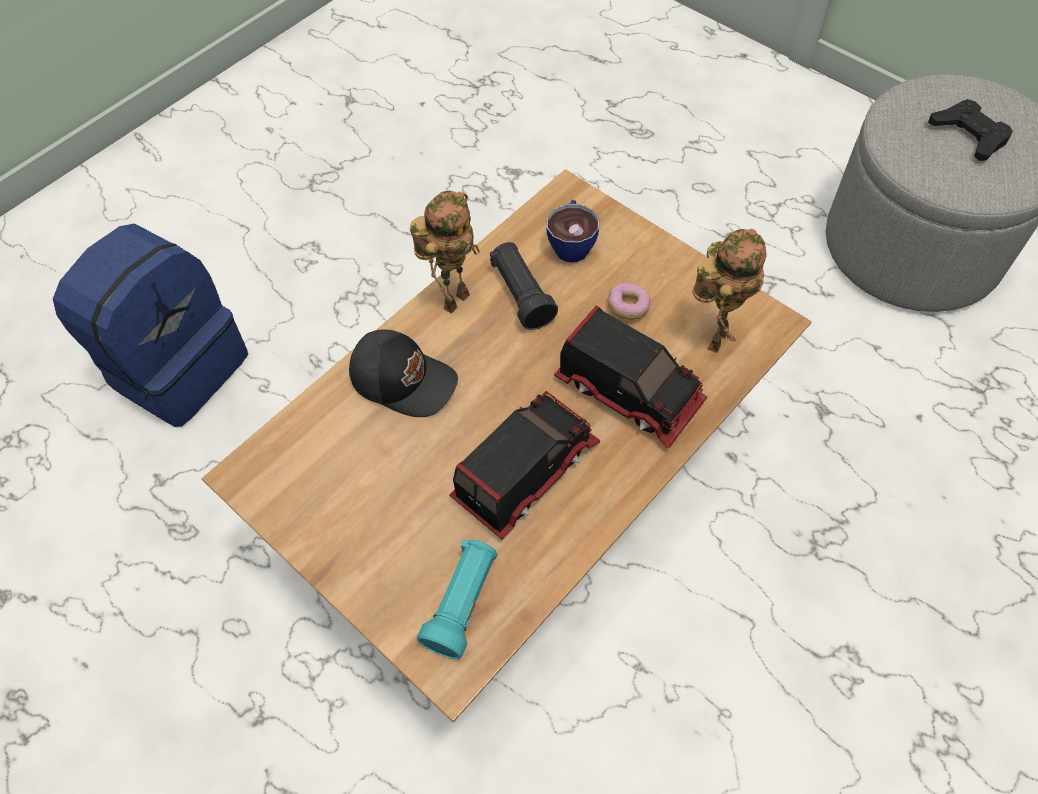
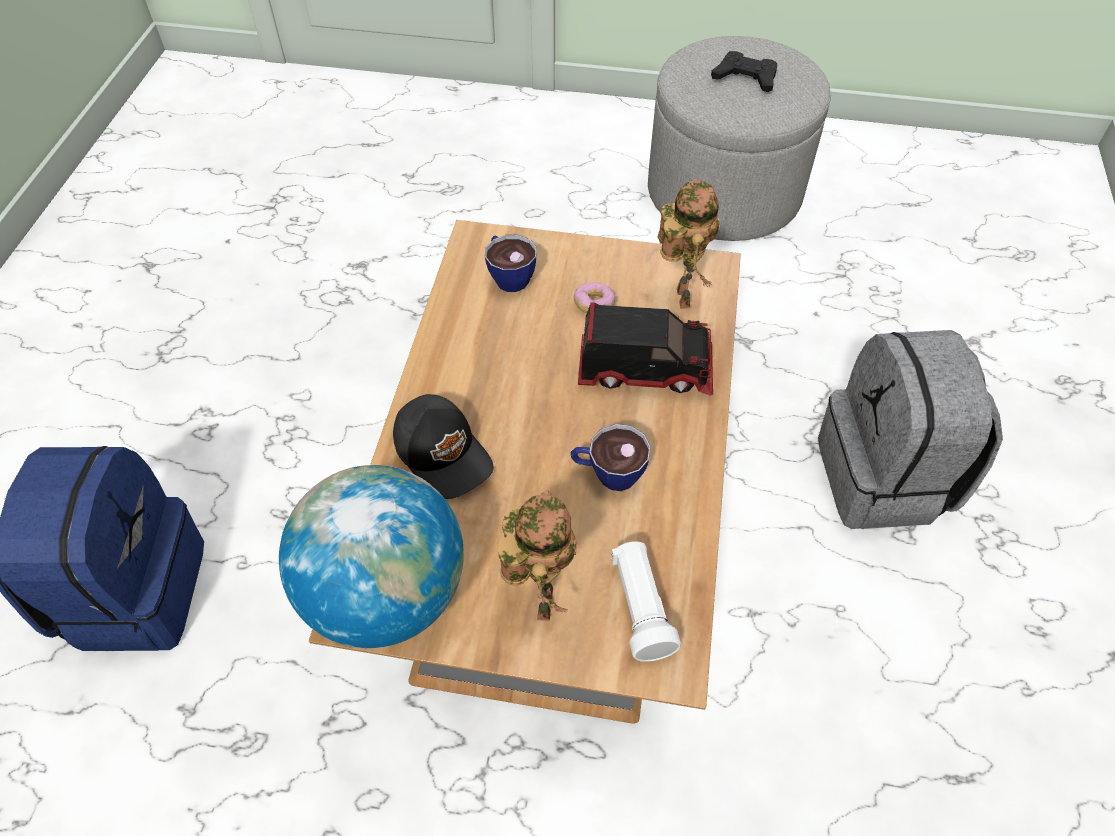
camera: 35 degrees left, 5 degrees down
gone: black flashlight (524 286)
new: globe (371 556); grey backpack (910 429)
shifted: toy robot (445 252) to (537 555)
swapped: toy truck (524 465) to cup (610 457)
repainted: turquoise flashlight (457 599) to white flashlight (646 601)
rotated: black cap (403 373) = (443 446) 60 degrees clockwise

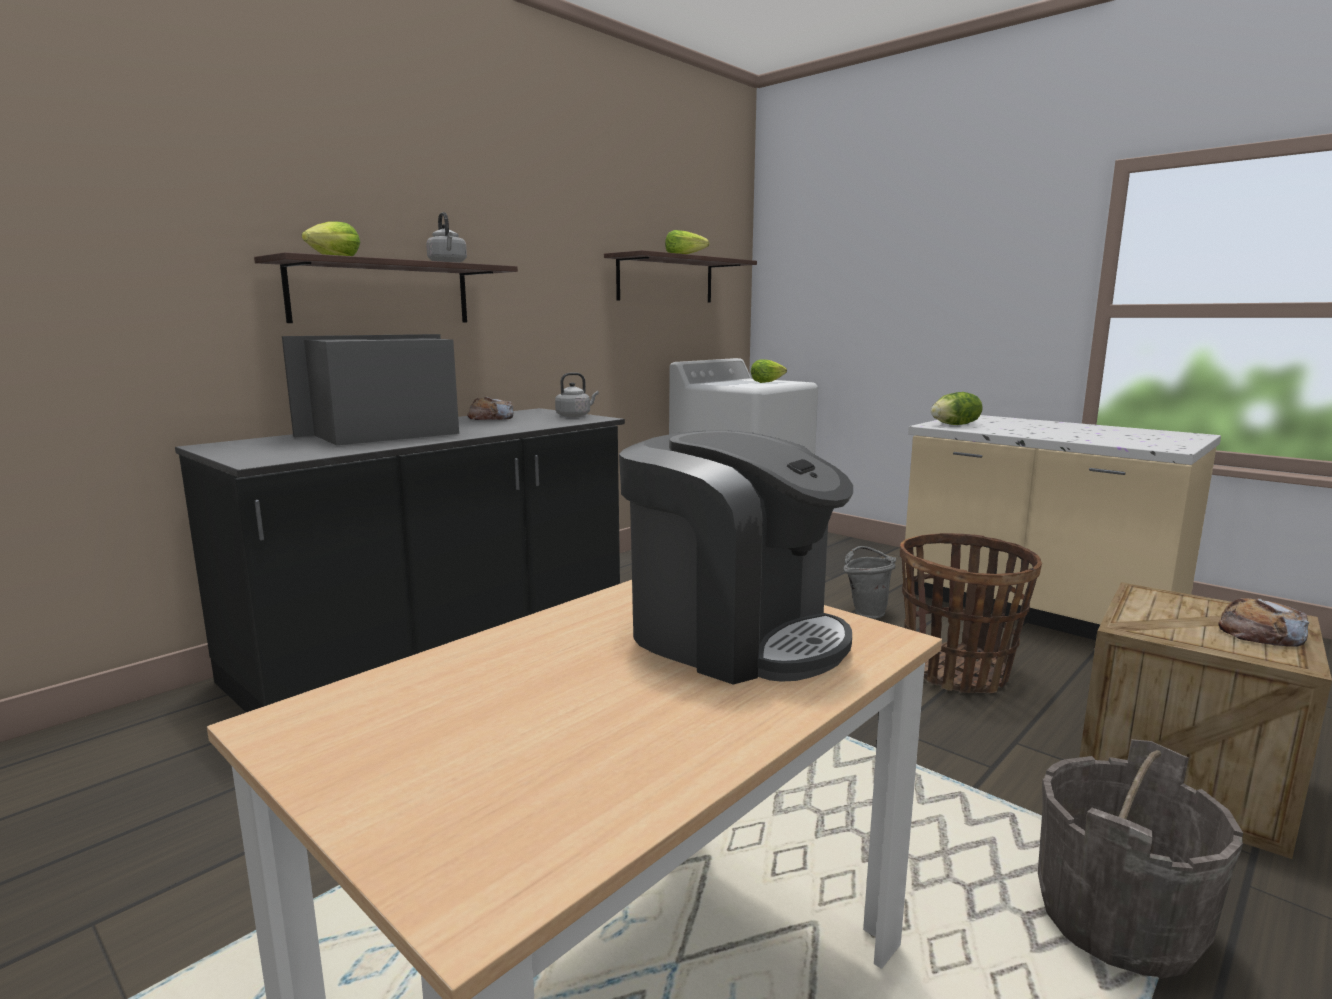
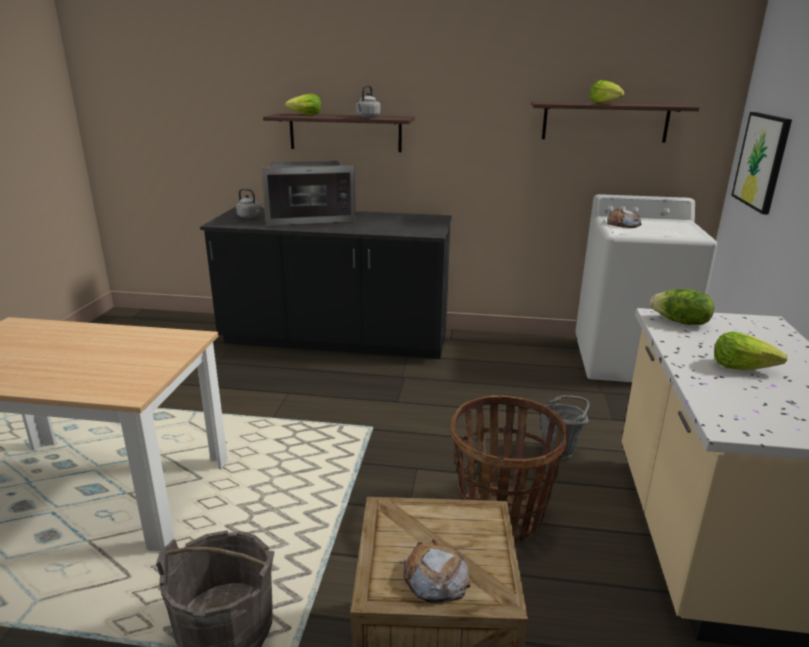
camera: 55 degrees right, 10 degrees up
gone: coffee machine (736 557)
new: picture (761 163)
shifted: grey kettle (577 394) to (249 203); bread (490 408) to (624 218); lettuce (769 371) to (751 351)
rotated: microwave (370 389) = (308 193) 150 degrees clockwise

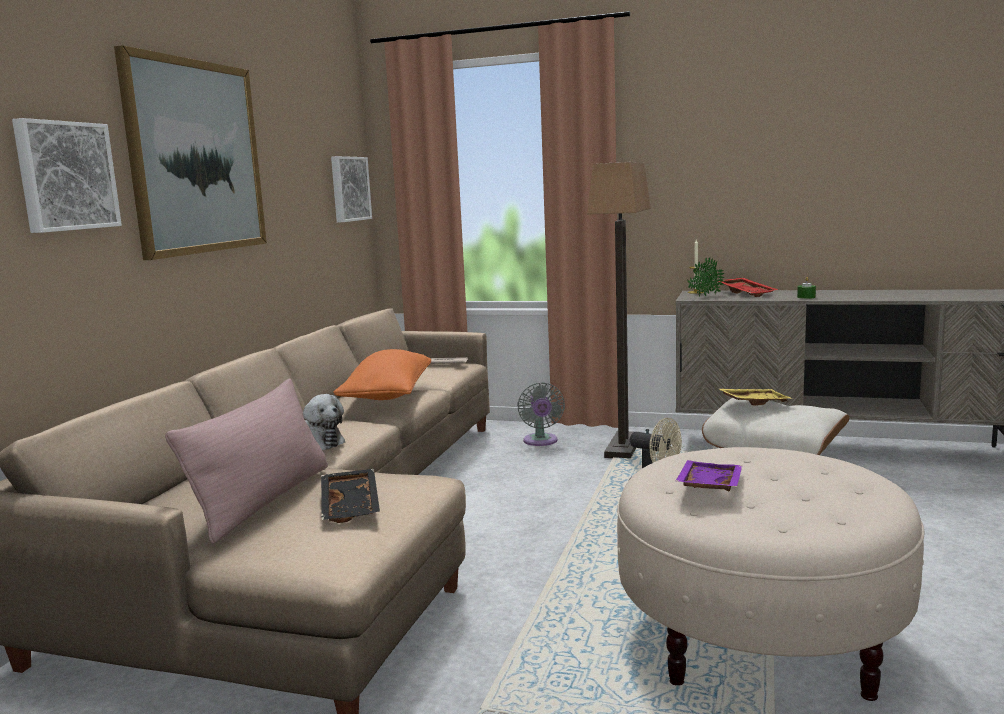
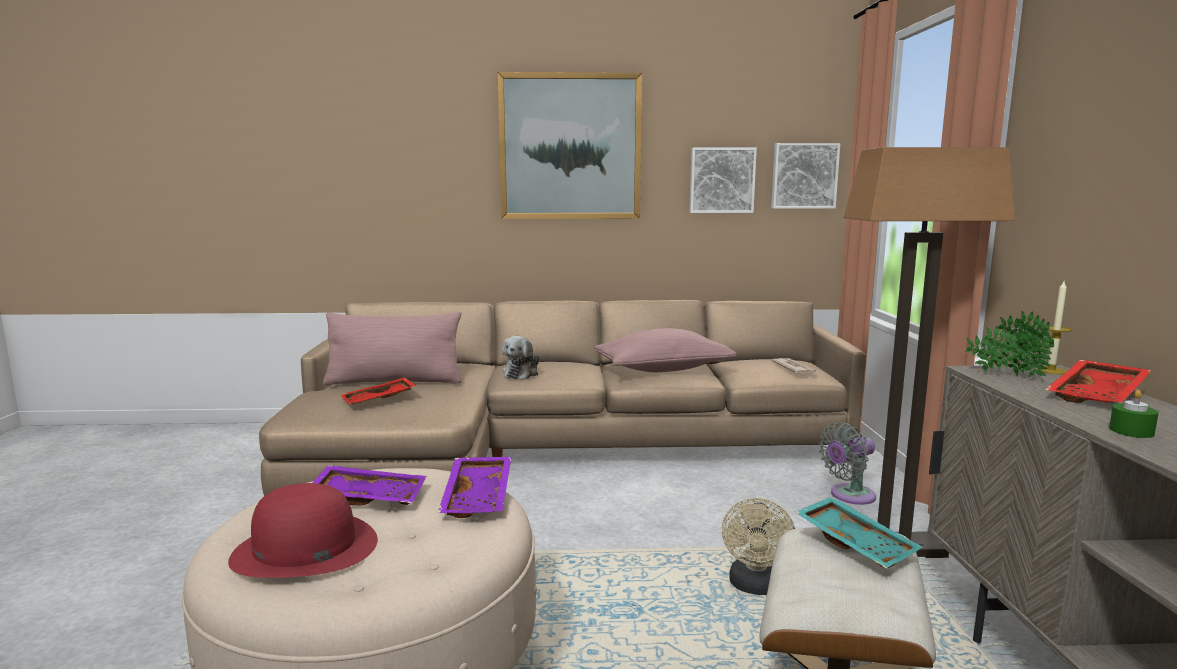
camera: 70 degrees right, 0 degrees up
new: red hat (303 530); purple tray (474 487)
shifted: picture (67 175) to (723 180)
repainted: black tray (350 496) to red tray (378 390); orange pillow (382 374) to pink pillow (665 350); yellow tray (755 397) to turquoise tray (858 532)

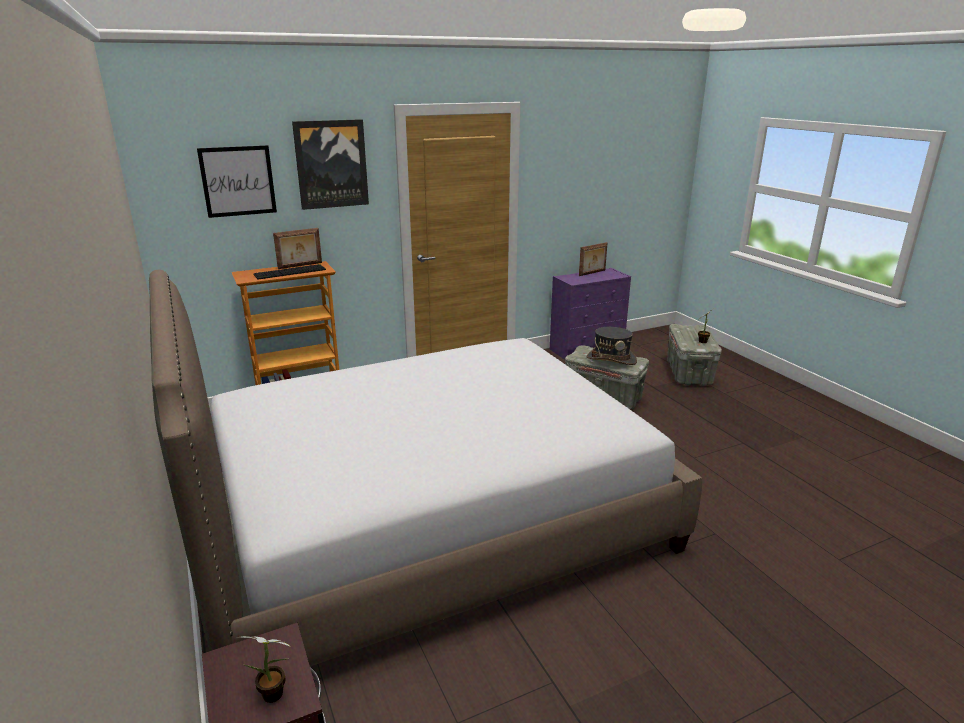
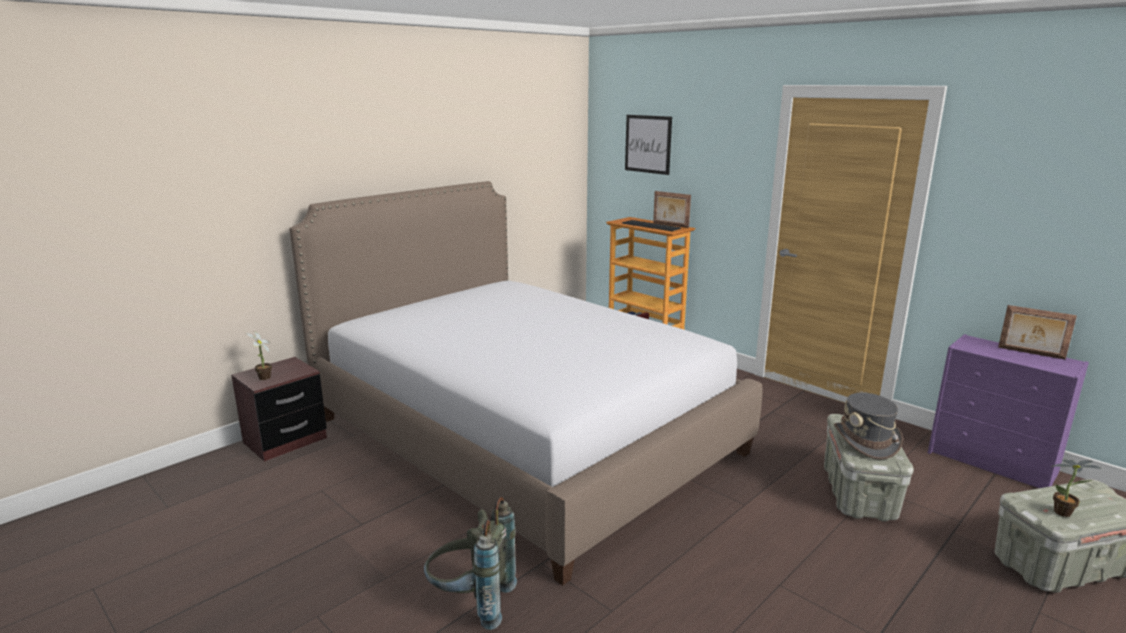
camera: 70 degrees right, 5 degrees down
gone: picture (330 164)
new: grey backpack (470 563)

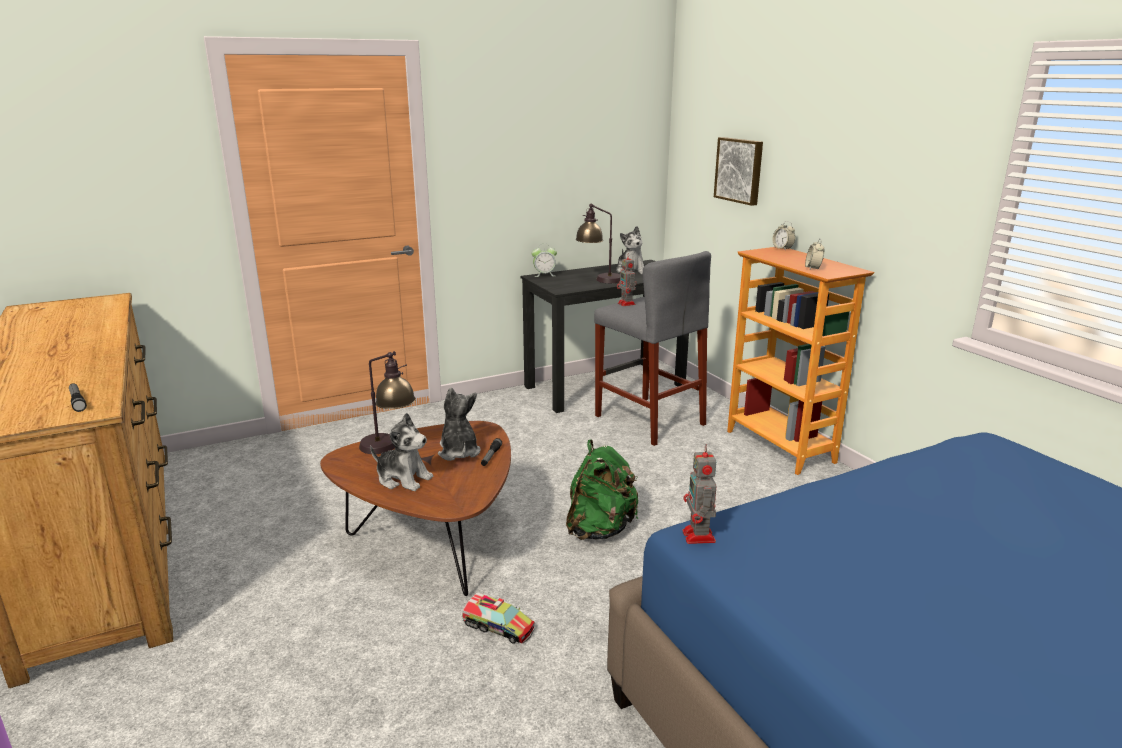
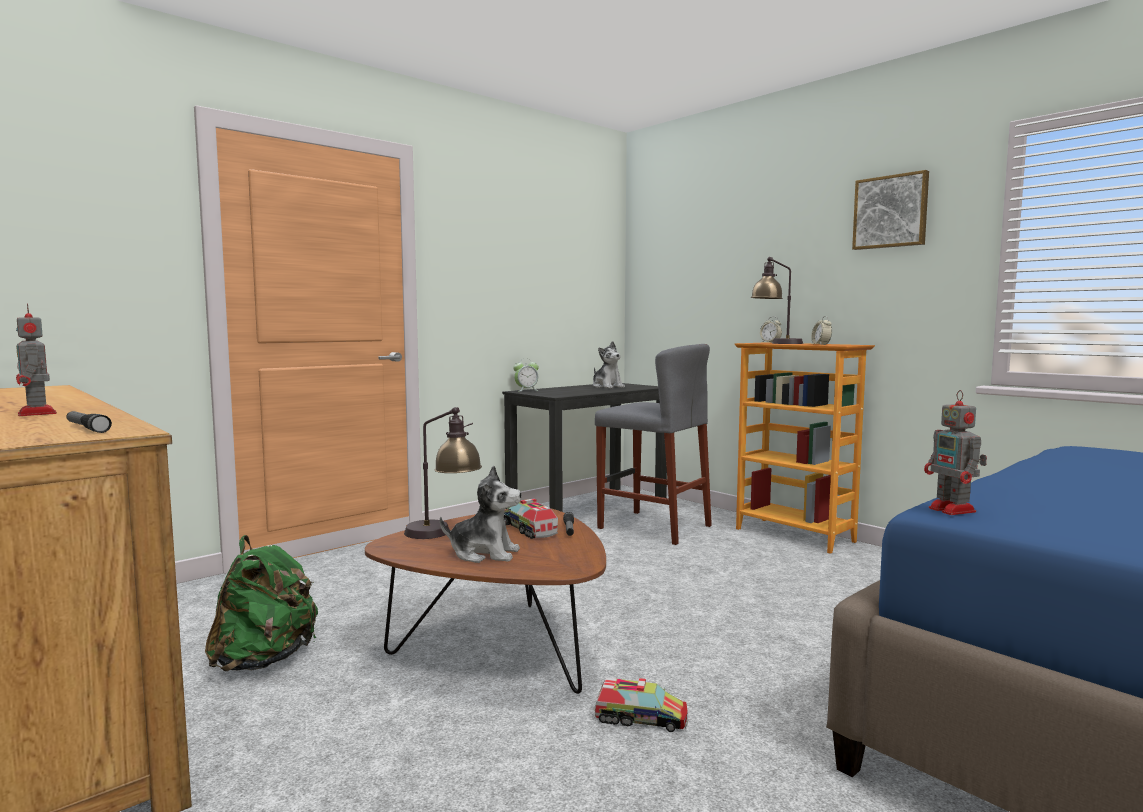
camera: 15 degrees left, 15 degrees down
shifted: toy robot (626 279) to (36 360); green backpack (602 489) to (261 603); table lamp (598 243) to (777 300); picture (738 171) to (890 210)
swapped: plush toy (459 424) to toy truck (531 518)

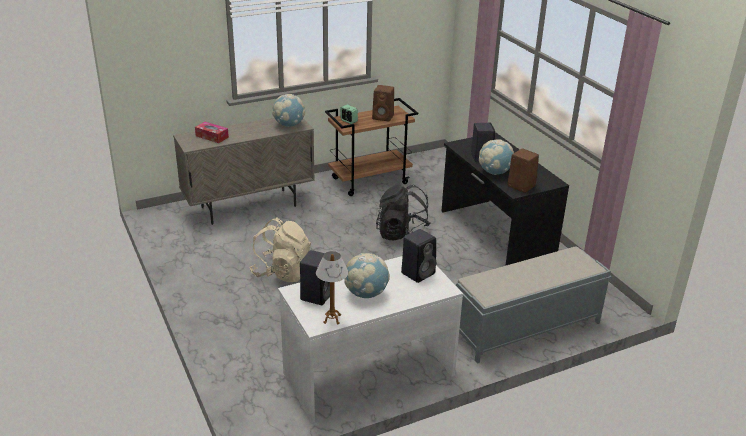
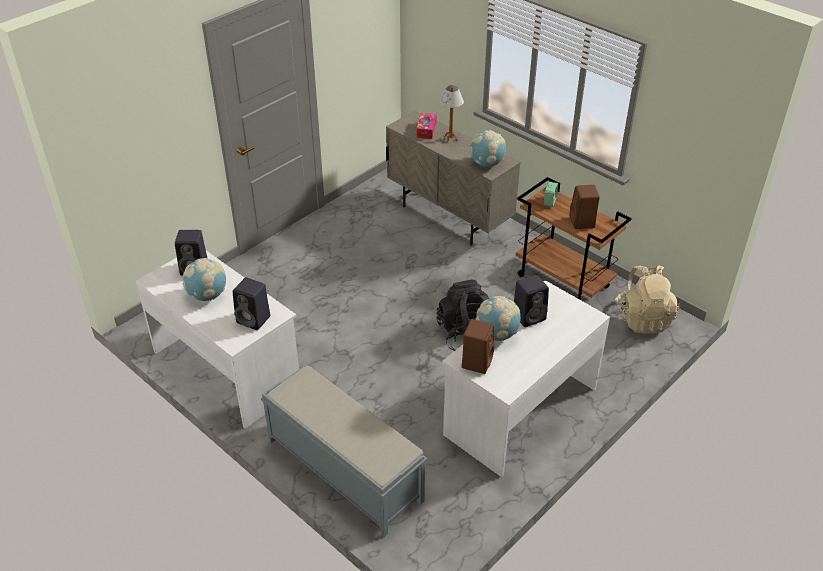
camera: 70 degrees right, 10 degrees up
shifted: table lamp (332 287) to (452 113); beige backpack (280 250) to (647 299)
repainted: black desk (505 199) to white desk (526 378)

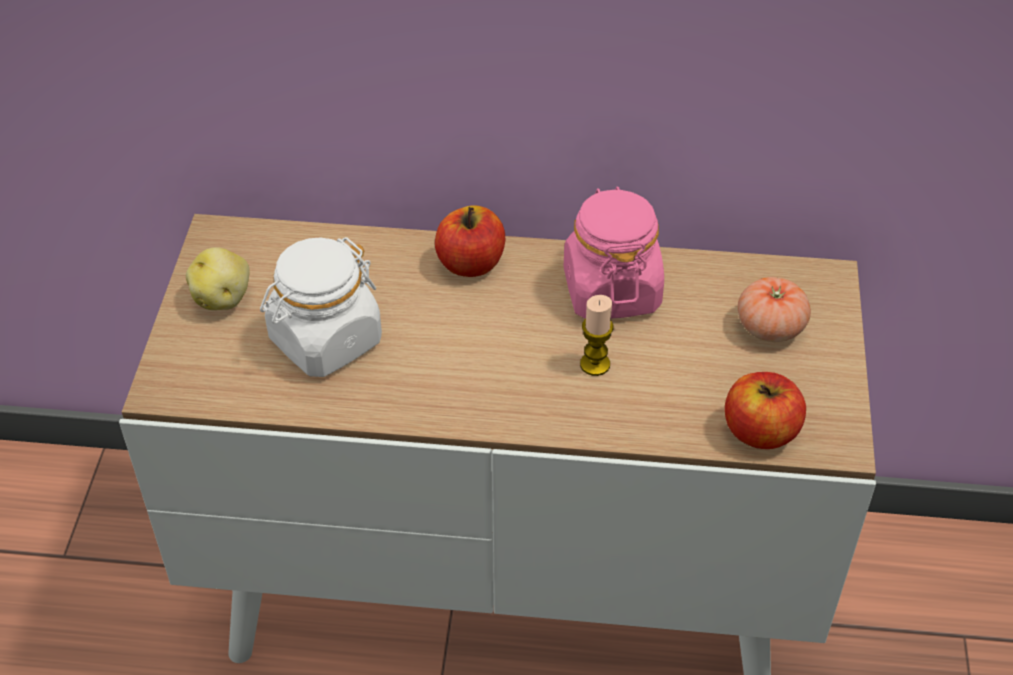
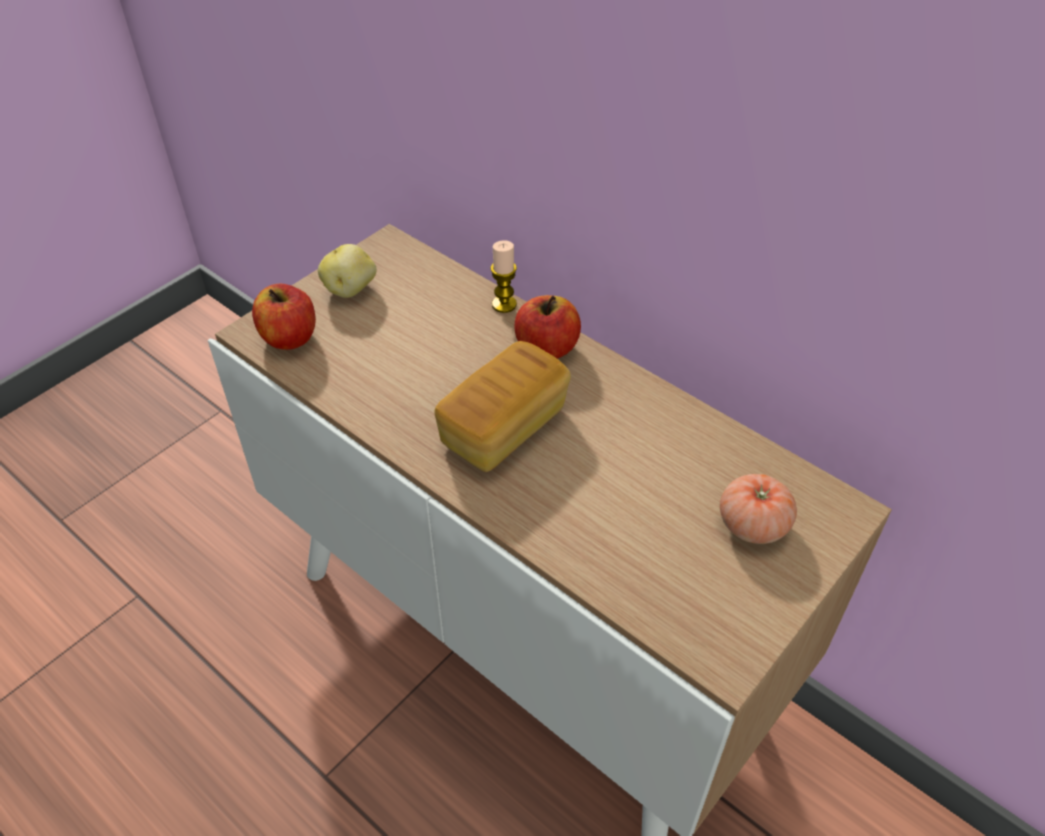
camera: 35 degrees right, 0 degrees up
gone: white jar (321 307); pink jar (614 252)
new: bread (502 406)
shifted: apple (765 410) to (284 316); candle (596 335) to (504 276)

